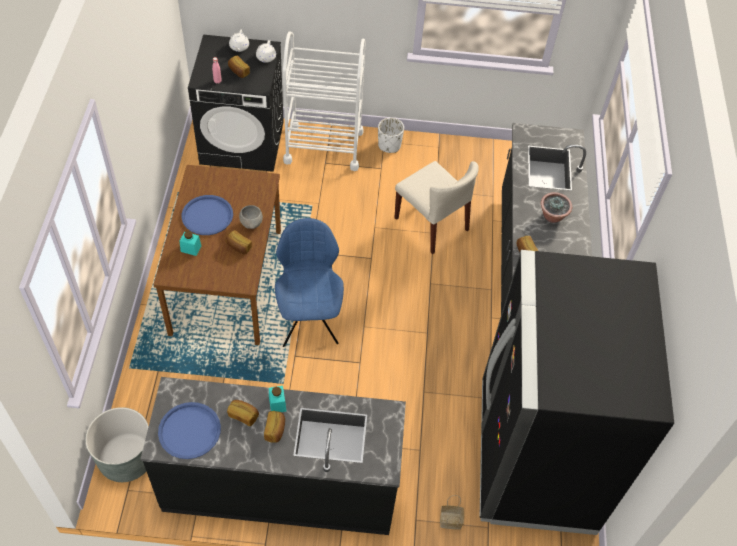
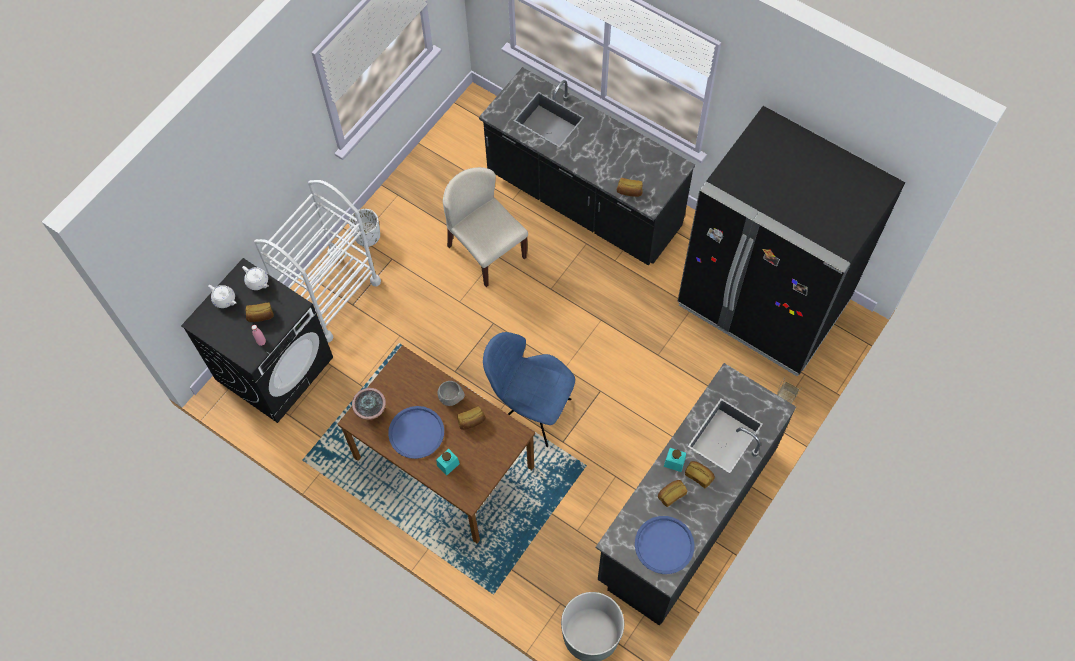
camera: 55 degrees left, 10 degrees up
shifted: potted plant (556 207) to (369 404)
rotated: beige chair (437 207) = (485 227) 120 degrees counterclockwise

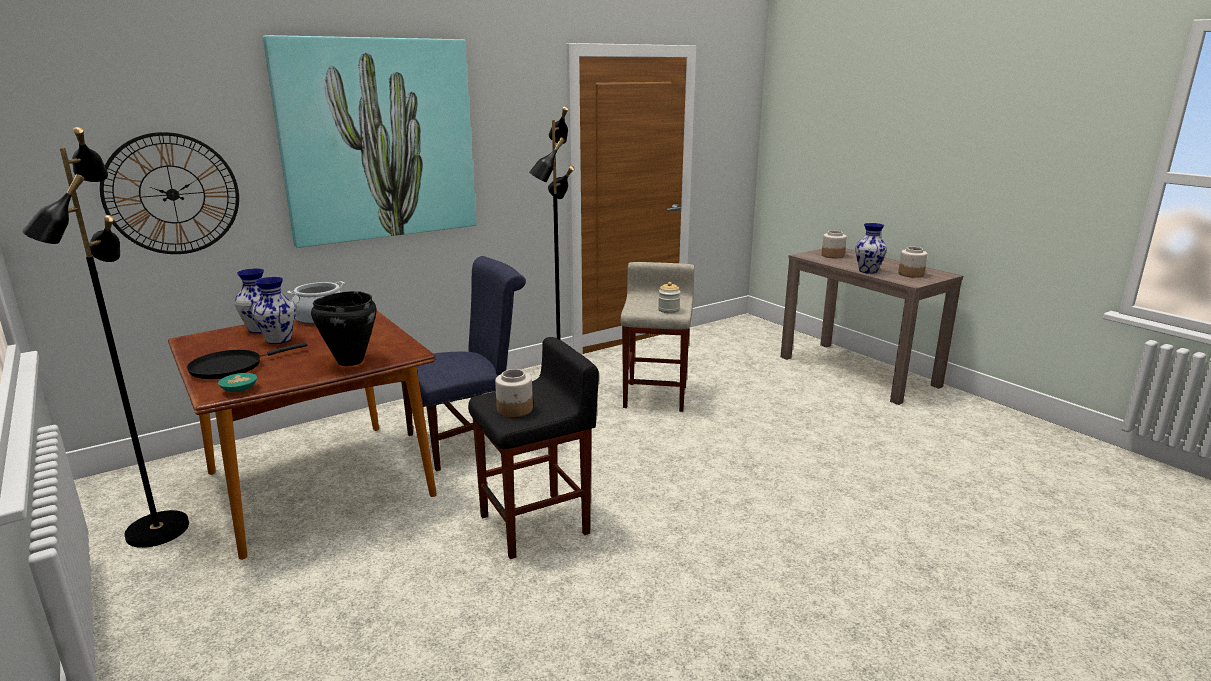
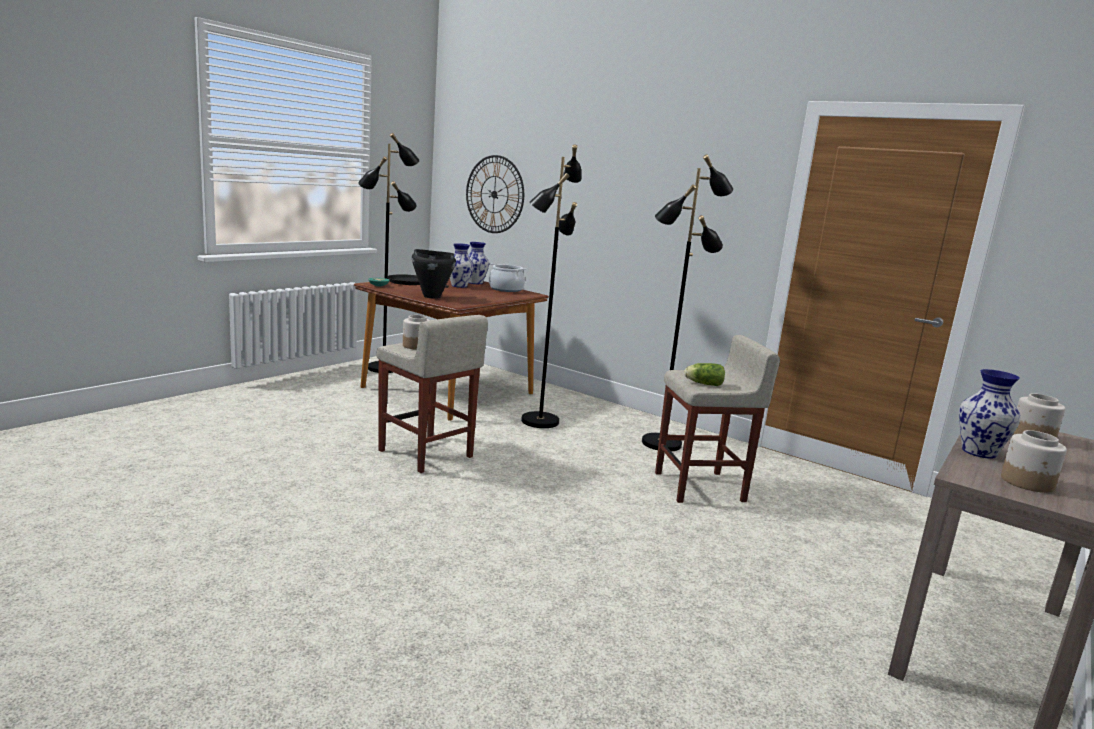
camera: 70 degrees right, 5 degrees down
gone: picture (370 141)
swapped: blue chair (463 363) to black floor lamp (551 286); jar (669 297) to lettuce (704 374)
repainted: black stool (533 448) to beige stool (432 394)

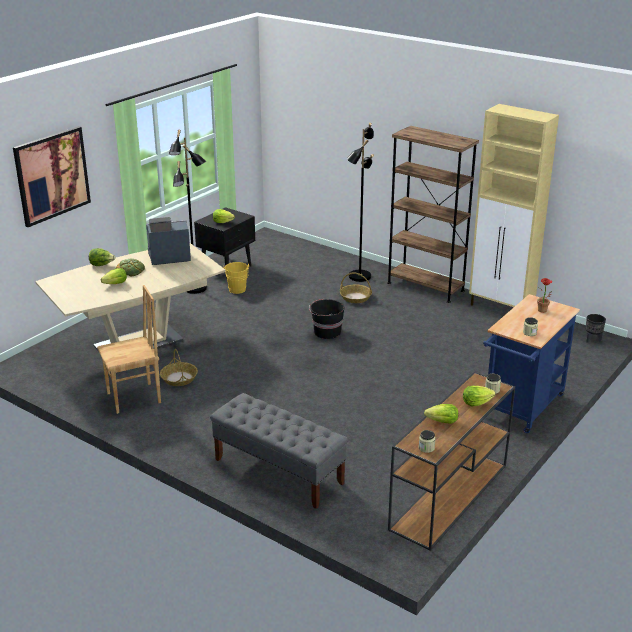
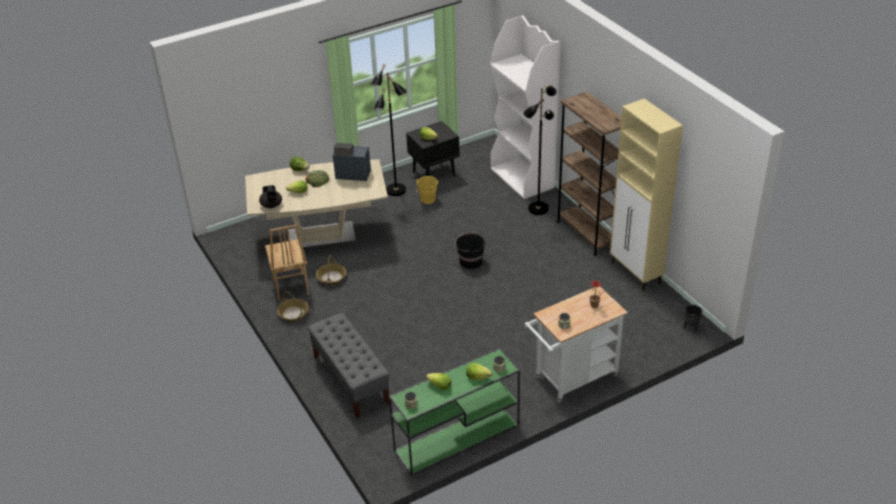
camera: 25 degrees right, 10 degrees up
gone: picture (52 176)
new: black teapot (270 196); white bookcase (525 107)
shifted: basket (356 288) to (293 306)
repainted: brown console table (451 461) to green console table (454 412); blue cart (531 363) to white cart (576 344)
rotated: brown chair (129 349) = (287 263) 75 degrees clockwise

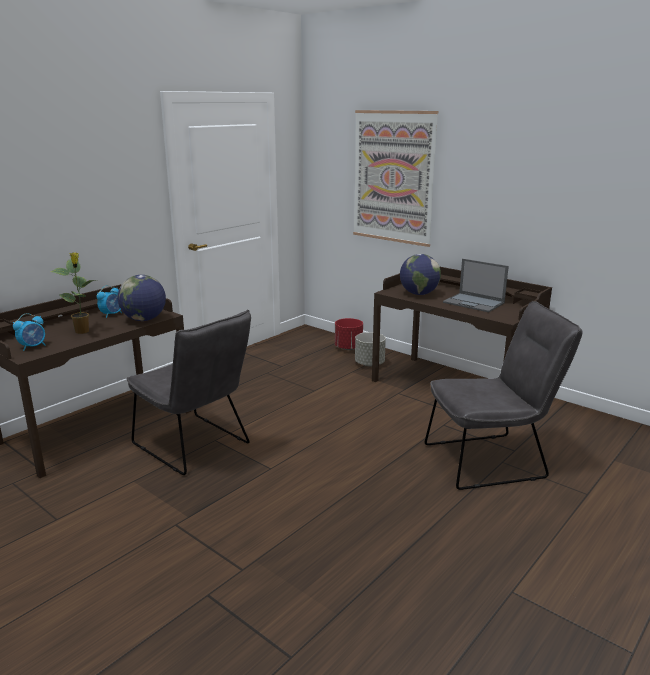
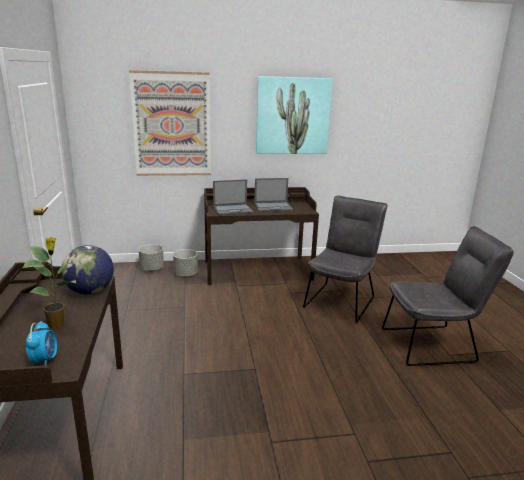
camera: 50 degrees left, 0 degrees up
gone: alarm clock (109 301)
new: picture (294 115)
shifted: grey chair (189 392) to (448 296)
swapped: globe (420 274) to laptop (233 197)
repainted: red planter (349 334) to grey planter (151 257)

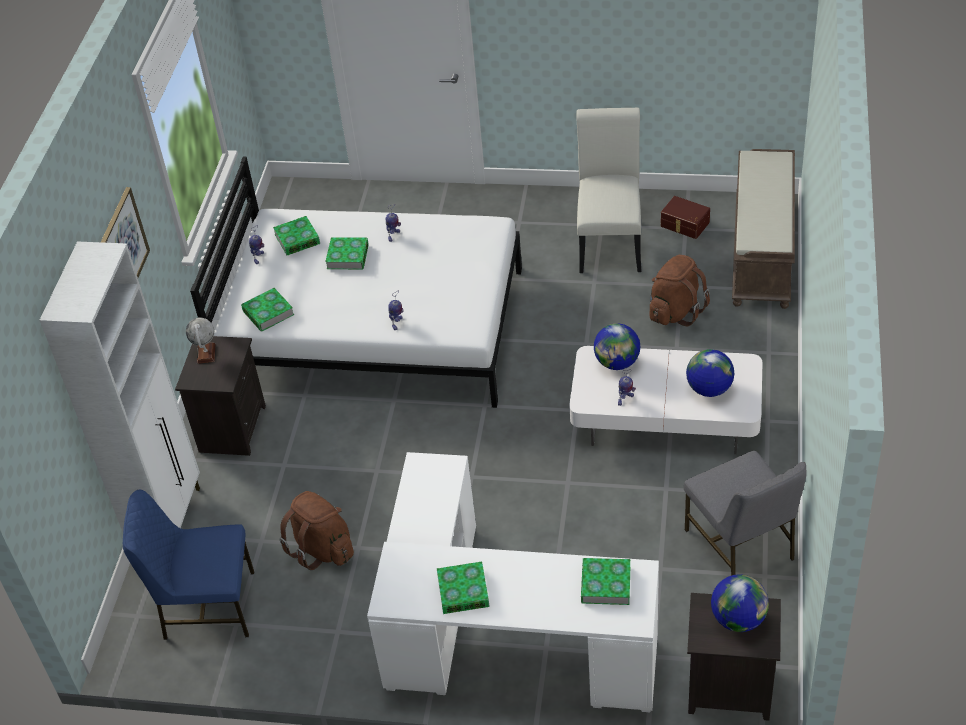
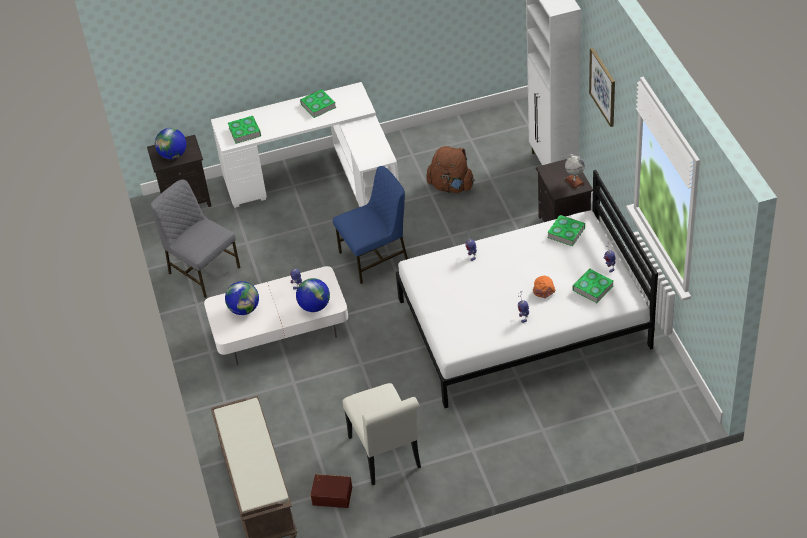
camera: 155 degrees right, 0 degrees up
gone: brown backpack (679 290)
shifted: blue chair (188 565) to (370 225)
swapped: book (347 253) to orange cap (544 287)

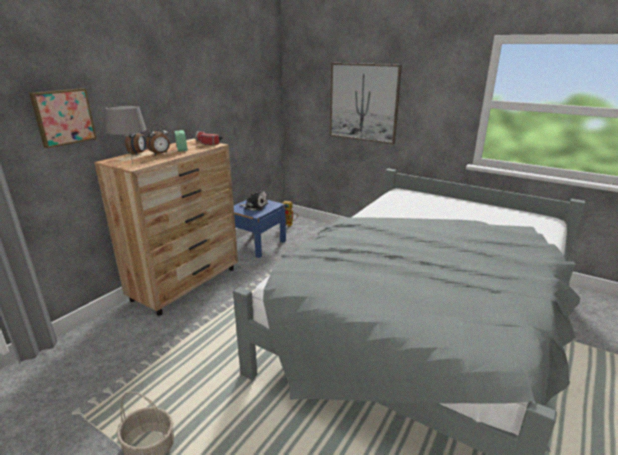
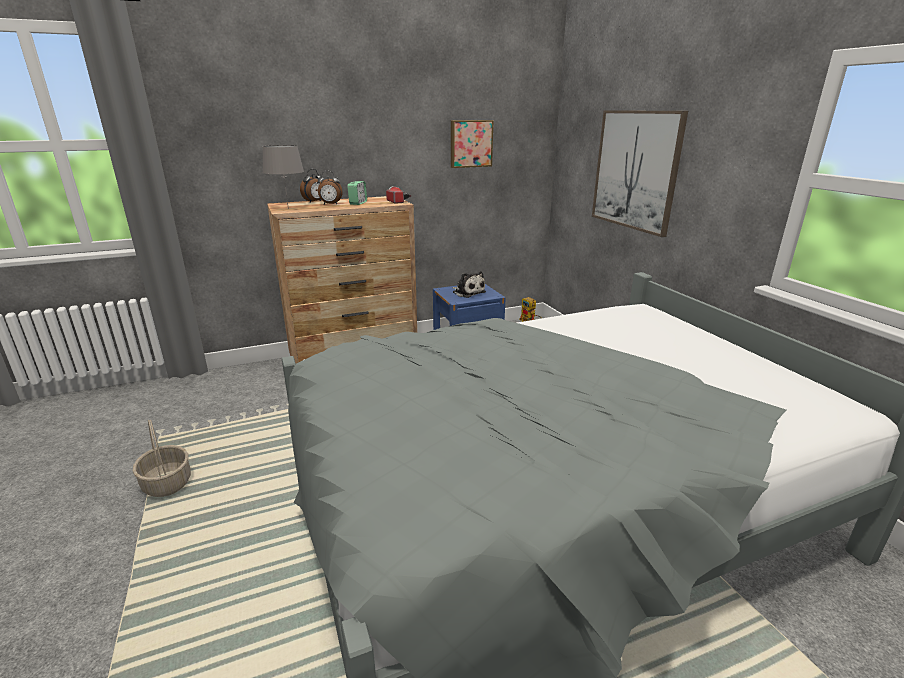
camera: 35 degrees right, 0 degrees up
shifted: picture (63 118) to (472 144)

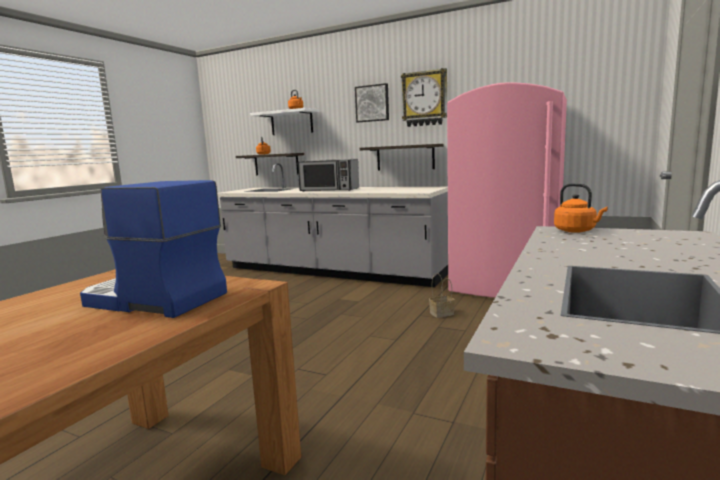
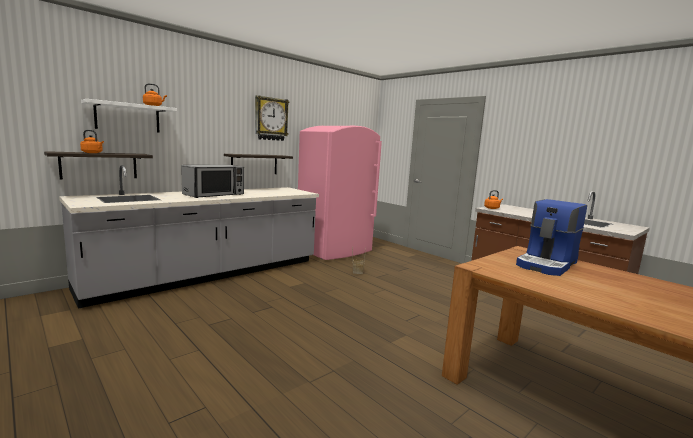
camera: 70 degrees left, 0 degrees up
gone: picture (372 102)

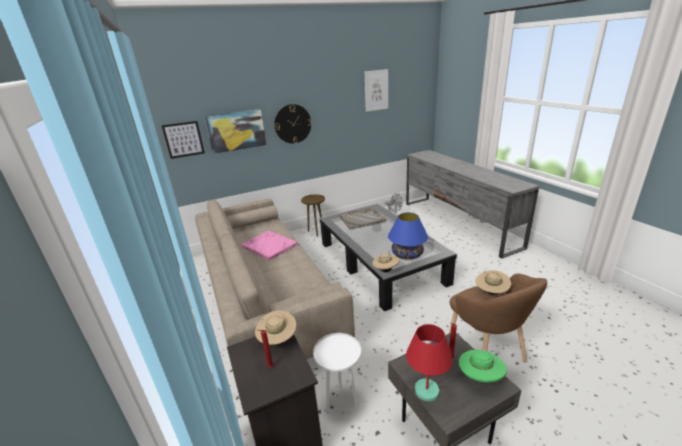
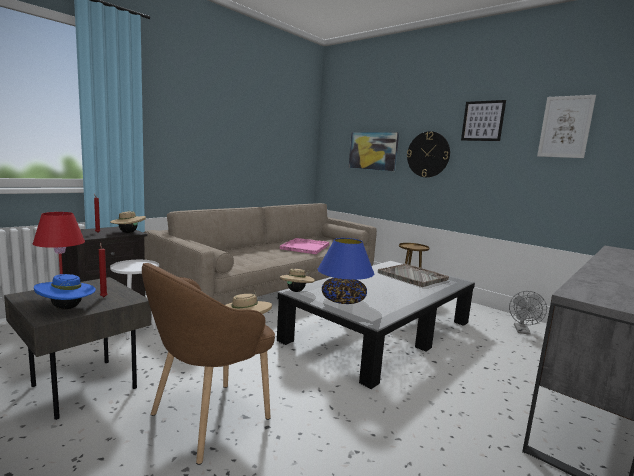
camera: 65 degrees right, 15 degrees down
shifted: picture (183 140) to (483 120)
repainted: green hat (483 366) to blue hat (65 291)

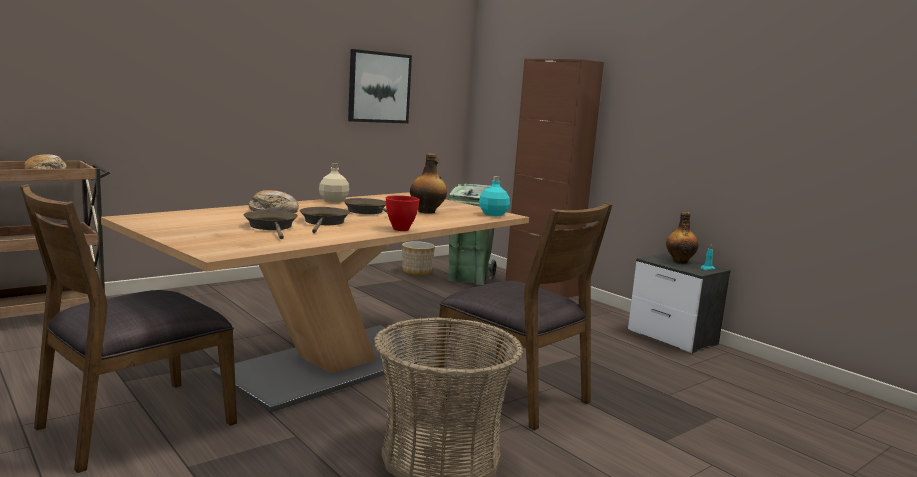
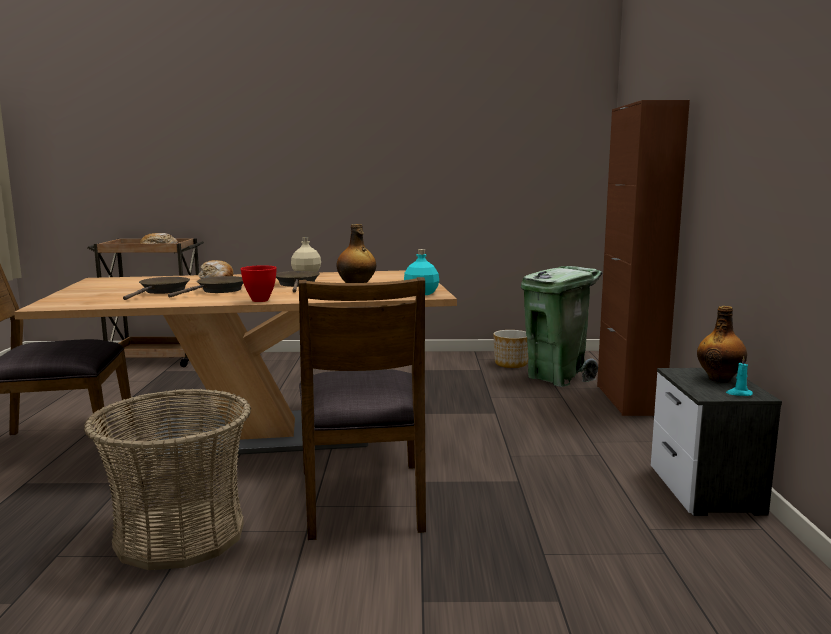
camera: 40 degrees right, 0 degrees up
gone: picture (380 86)

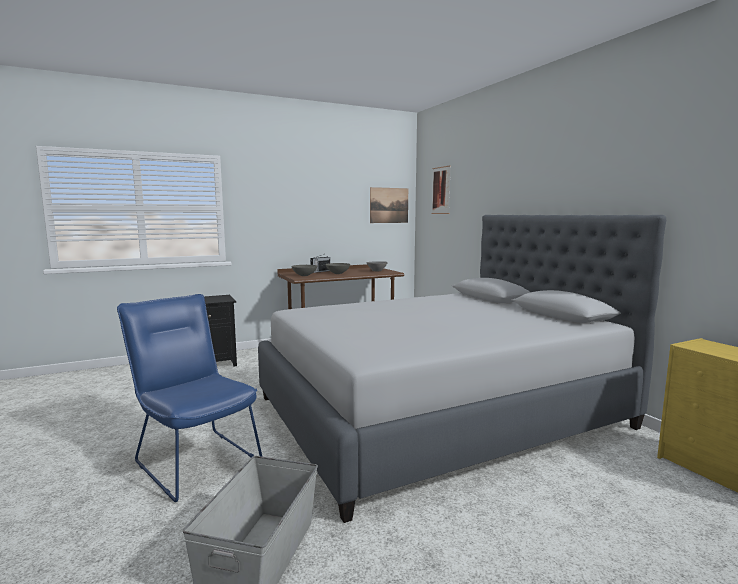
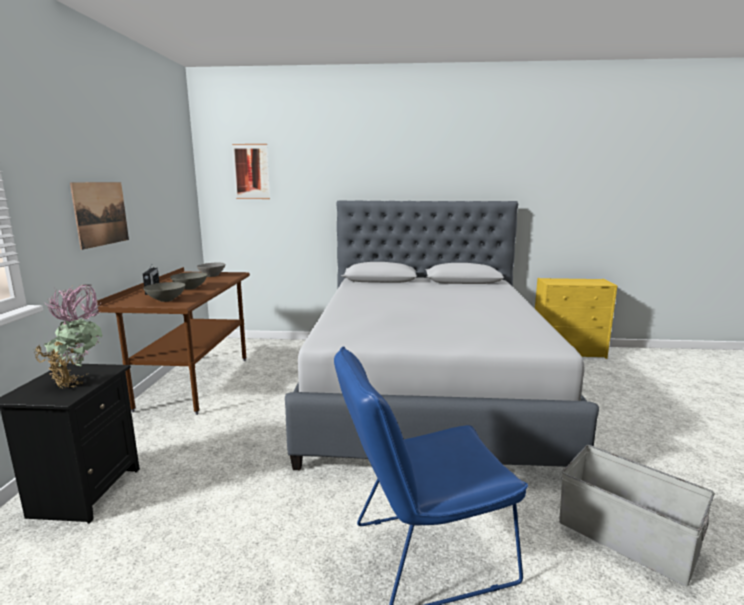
camera: 60 degrees left, 5 degrees up
new: potted plant (68 336)
shifted: picture (389 205) to (99 216)

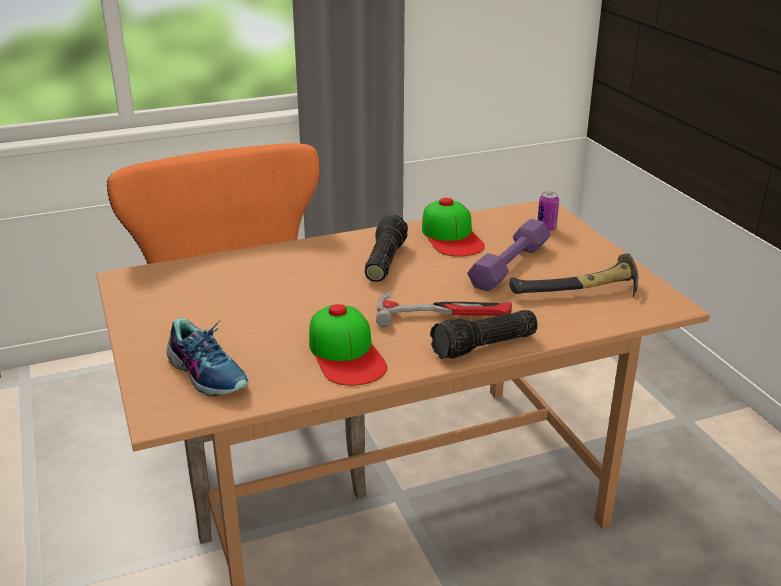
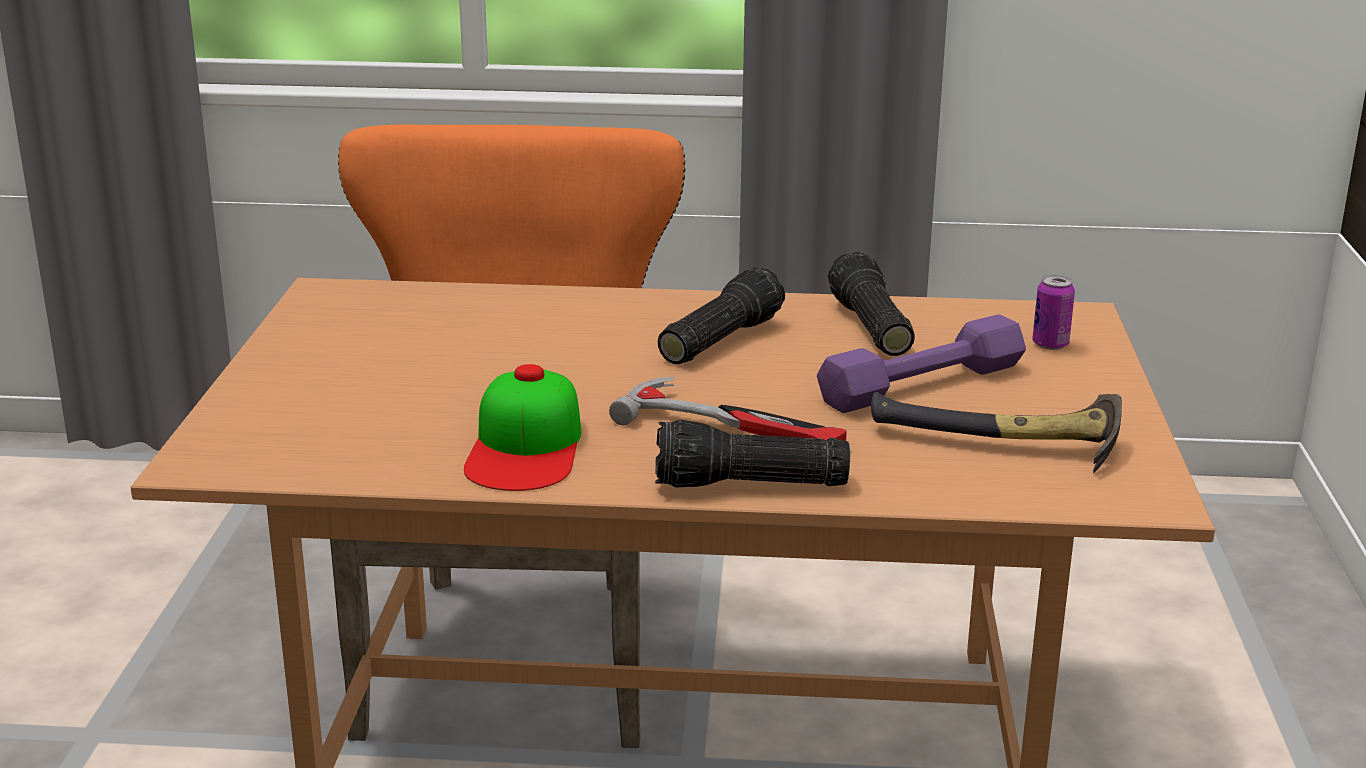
camera: 25 degrees right, 5 degrees down
gone: shoe (207 357)
swapped: cap (453 227) to flashlight (871 303)

